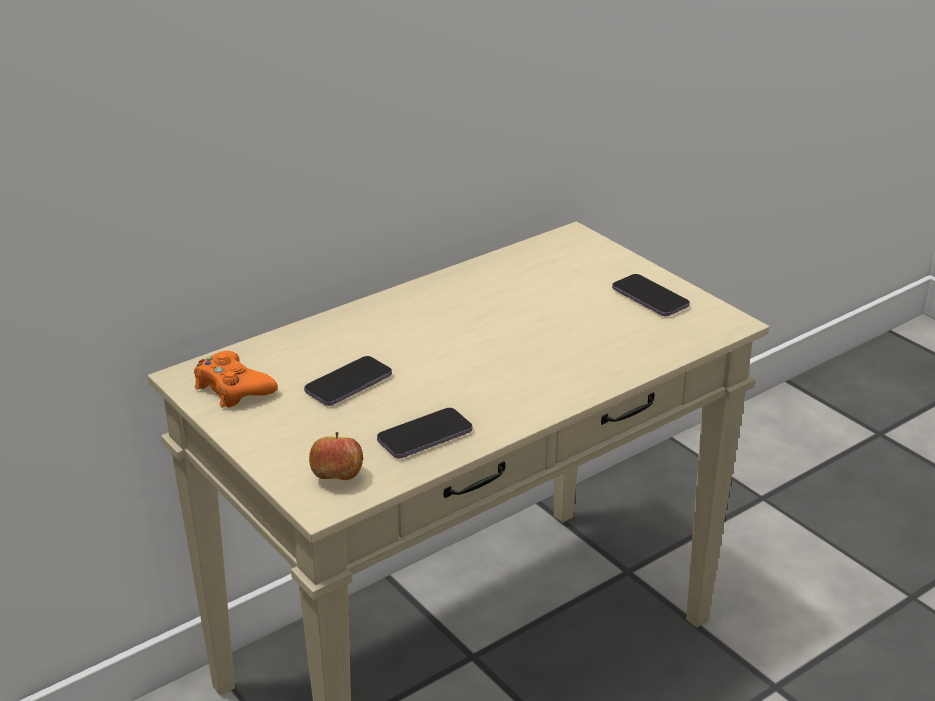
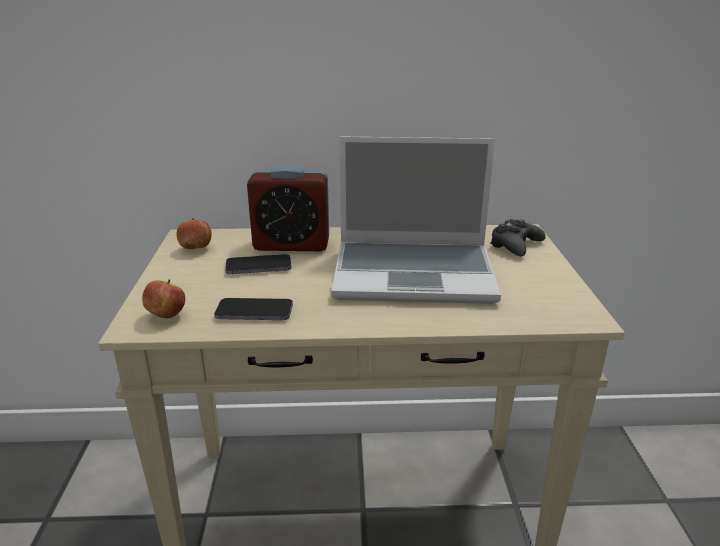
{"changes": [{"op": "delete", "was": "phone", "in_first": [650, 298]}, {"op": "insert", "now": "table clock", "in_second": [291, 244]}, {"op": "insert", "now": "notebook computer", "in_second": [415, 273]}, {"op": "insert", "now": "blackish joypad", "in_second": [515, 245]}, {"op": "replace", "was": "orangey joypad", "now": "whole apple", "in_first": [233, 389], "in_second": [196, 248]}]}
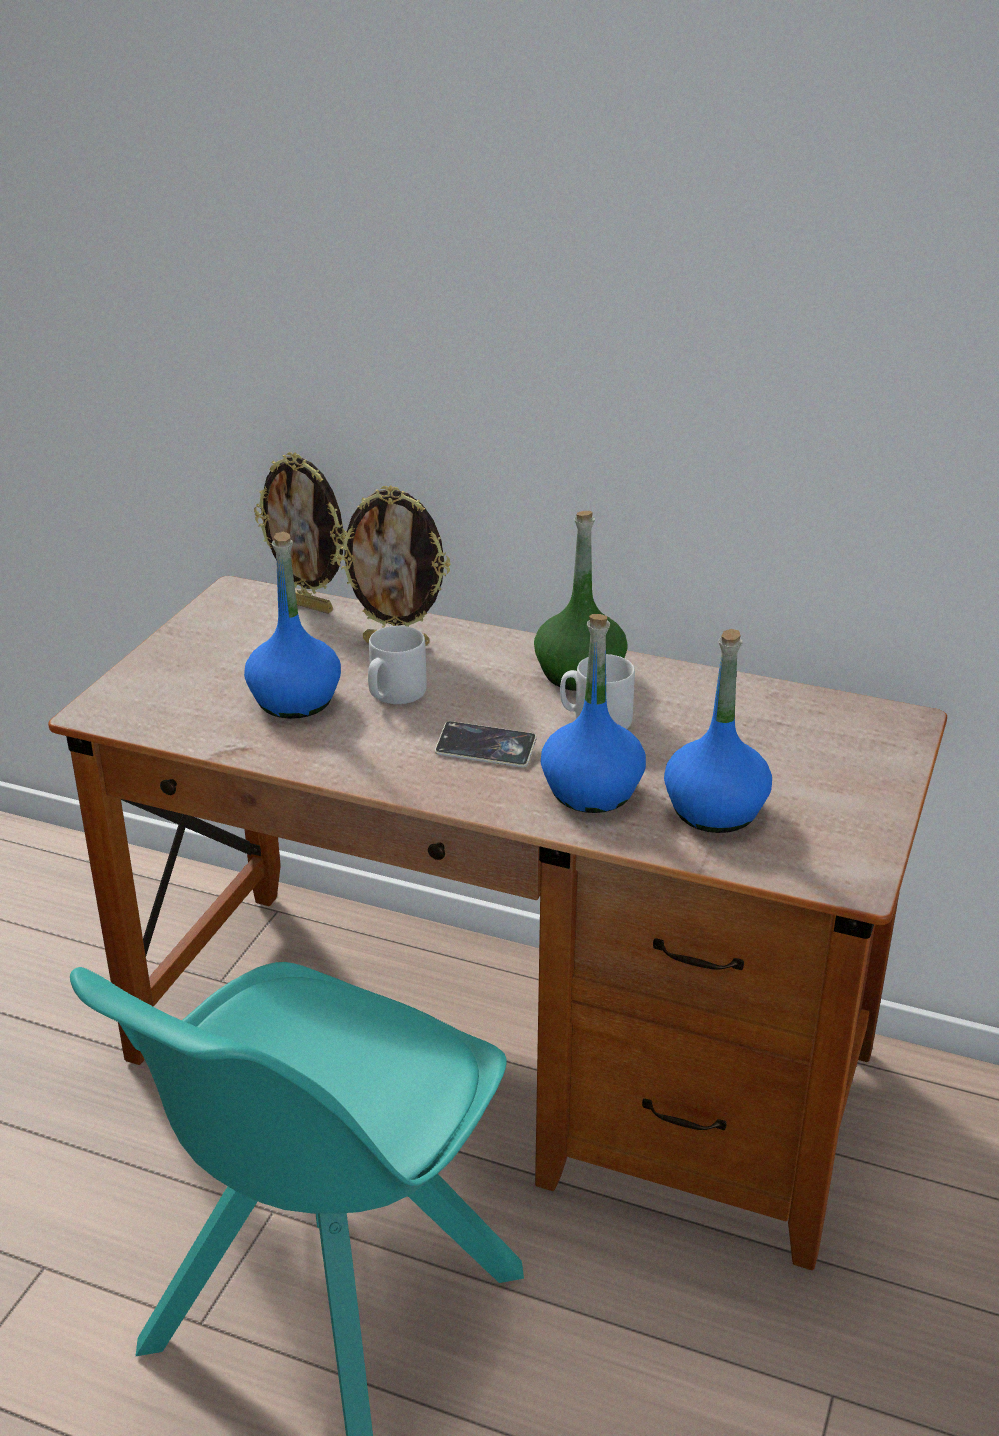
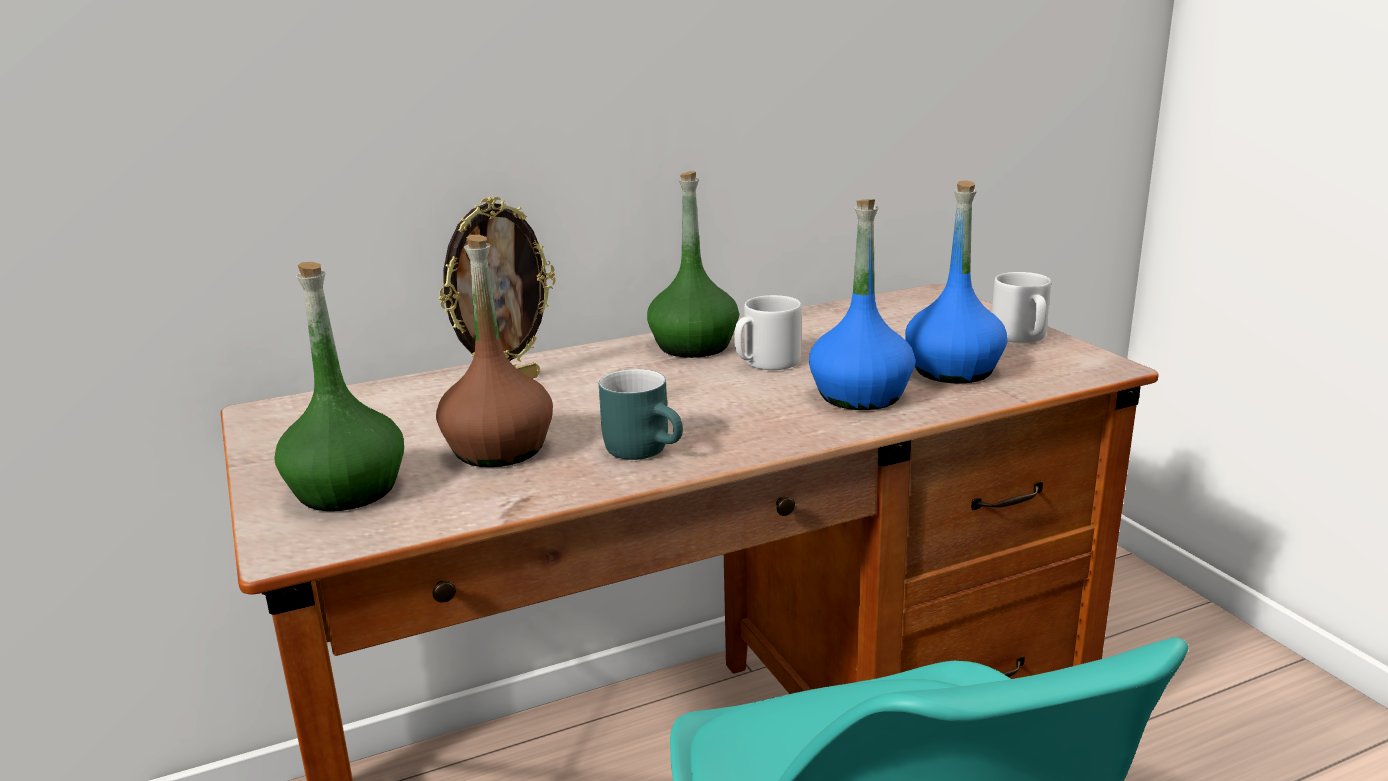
{"changes": [{"op": "delete", "was": "photo frame", "in_first": [308, 605]}, {"op": "delete", "was": "phone", "in_first": [485, 750]}, {"op": "insert", "now": "greenish beverage bottle", "in_second": [348, 490]}, {"op": "insert", "now": "turquoise tea mug", "in_second": [647, 449]}, {"op": "move", "was": "grey tea mug", "in_first": [394, 694], "in_second": [1021, 337]}, {"op": "recolor", "was": "blue-coloured beverage bottle", "now": "brown beverage bottle", "in_first": [295, 701], "in_second": [499, 449]}]}
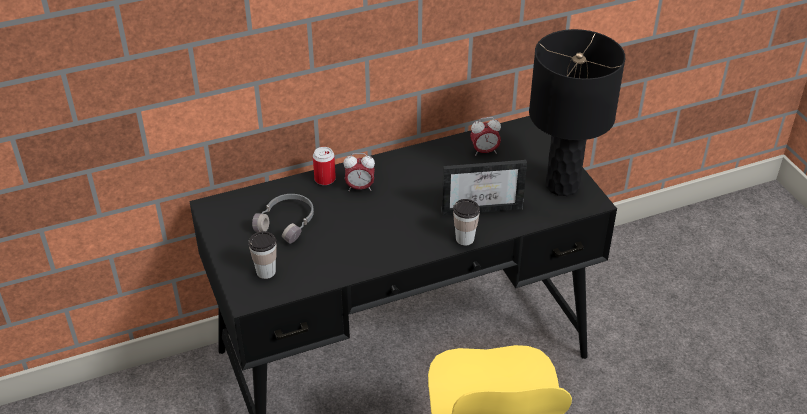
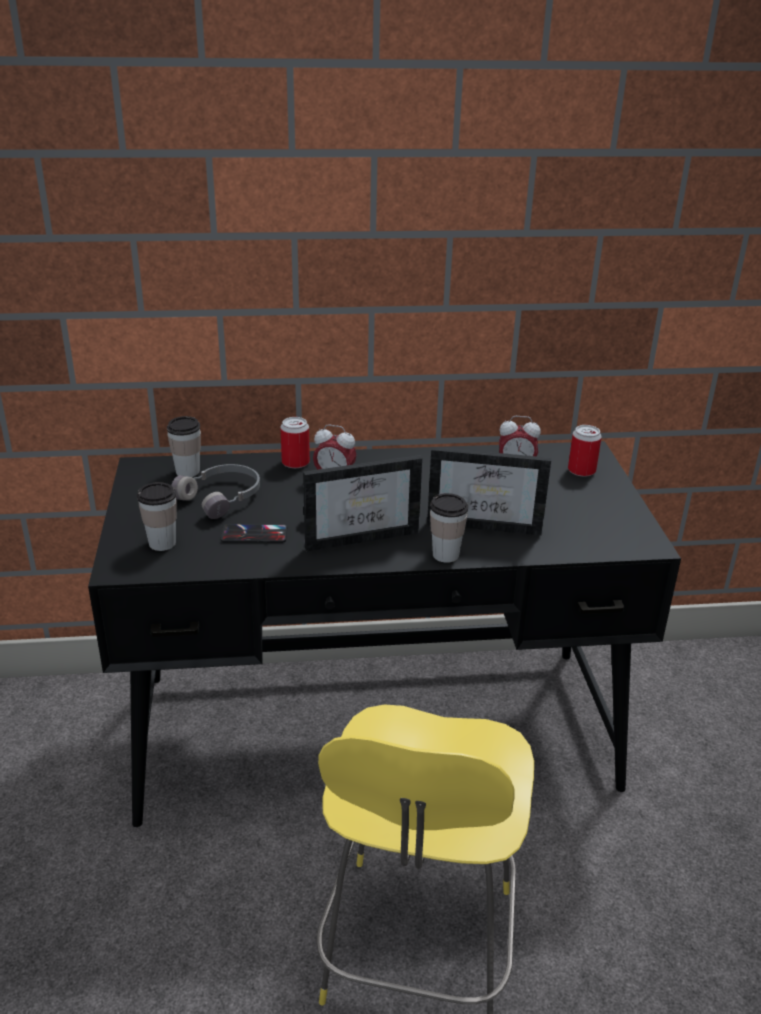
{"changes": [{"op": "delete", "was": "blackish tabletop lamp", "in_first": [563, 185]}, {"op": "insert", "now": "drinking cup", "in_second": [187, 471]}, {"op": "insert", "now": "phone", "in_second": [254, 534]}, {"op": "insert", "now": "photo frame", "in_second": [361, 534]}, {"op": "insert", "now": "can", "in_second": [581, 470]}]}
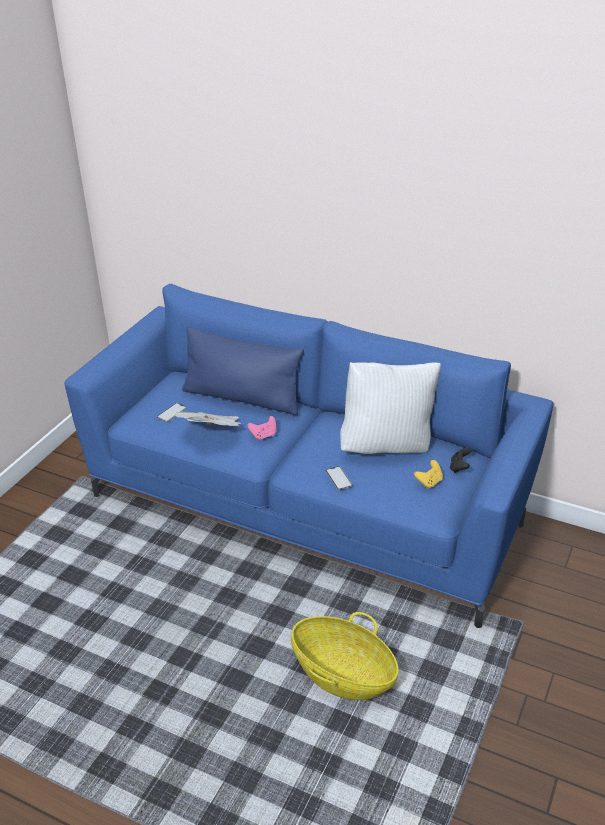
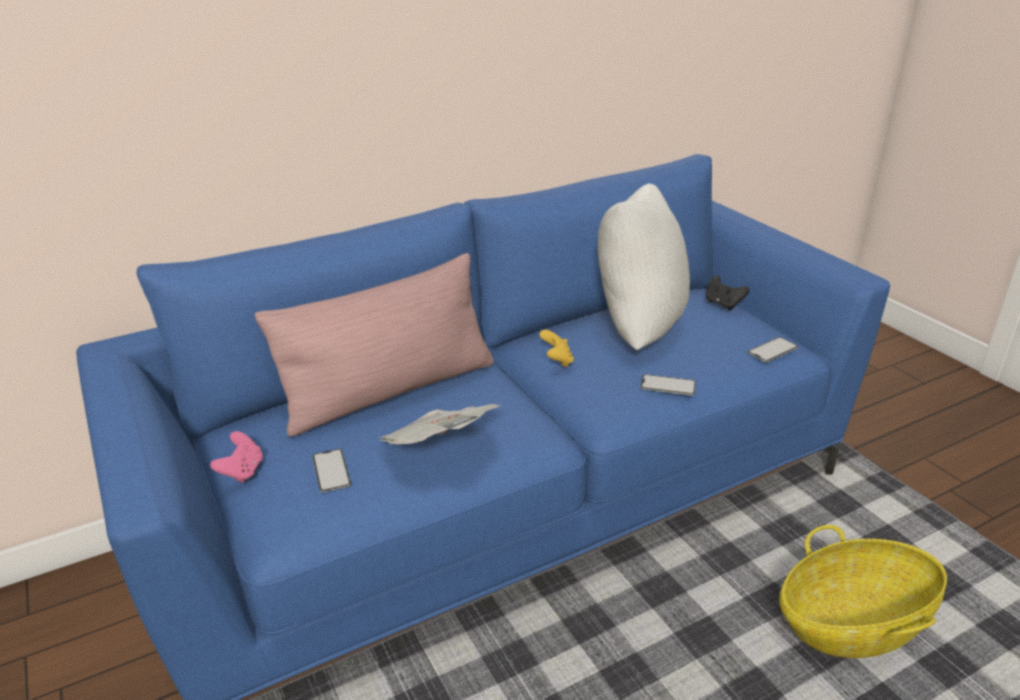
{"changes": [{"op": "insert", "now": "phone", "in_second": [772, 350]}, {"op": "move", "was": "pink-coloured joypad", "in_first": [264, 435], "in_second": [242, 471]}, {"op": "move", "was": "yellowish joypad", "in_first": [429, 482], "in_second": [557, 361]}, {"op": "recolor", "was": "blue-coloured cushion", "now": "pink-coloured cushion", "in_first": [242, 398], "in_second": [390, 391]}]}
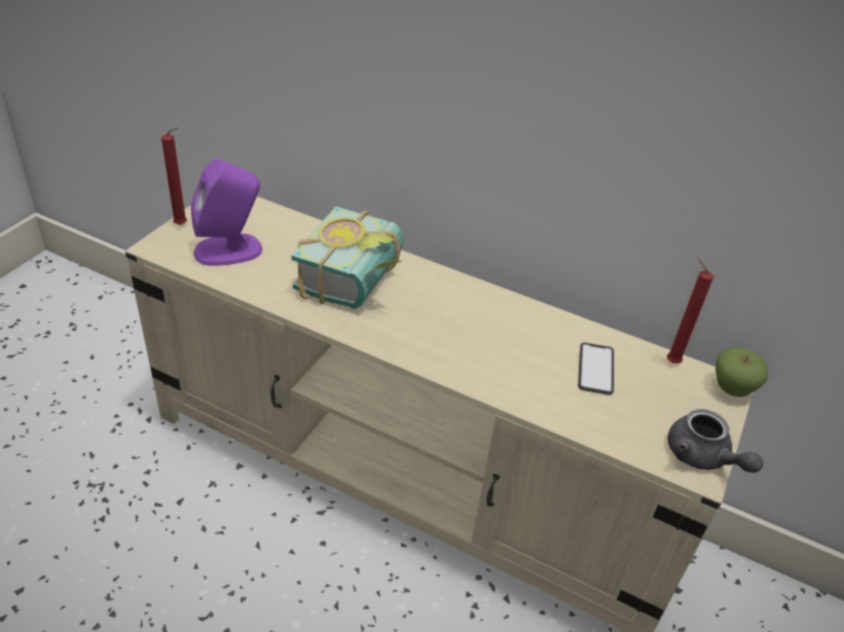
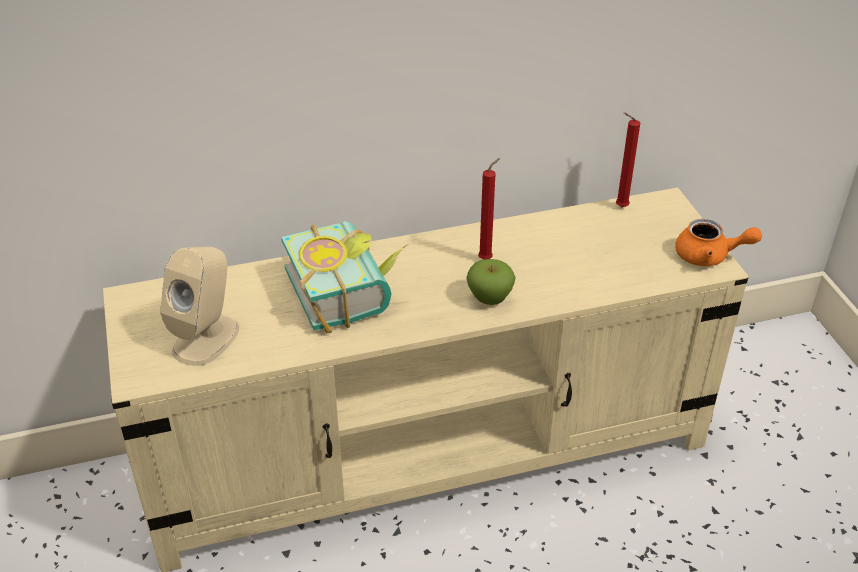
{"changes": [{"op": "delete", "was": "phone", "in_first": [596, 369]}, {"op": "move", "was": "red-coloured wax candle", "in_first": [182, 225], "in_second": [487, 259]}, {"op": "move", "was": "whole apple", "in_first": [732, 389], "in_second": [490, 298]}, {"op": "recolor", "was": "purple-coloured speaker", "now": "sand-coloured speaker", "in_first": [229, 250], "in_second": [206, 338]}, {"op": "recolor", "was": "grey pot for tea", "now": "orangey pot for tea", "in_first": [703, 457], "in_second": [709, 256]}]}
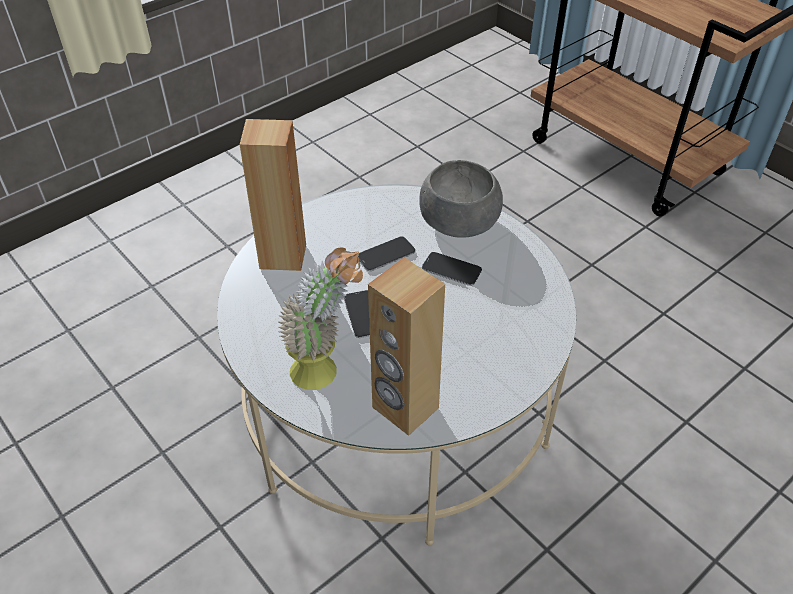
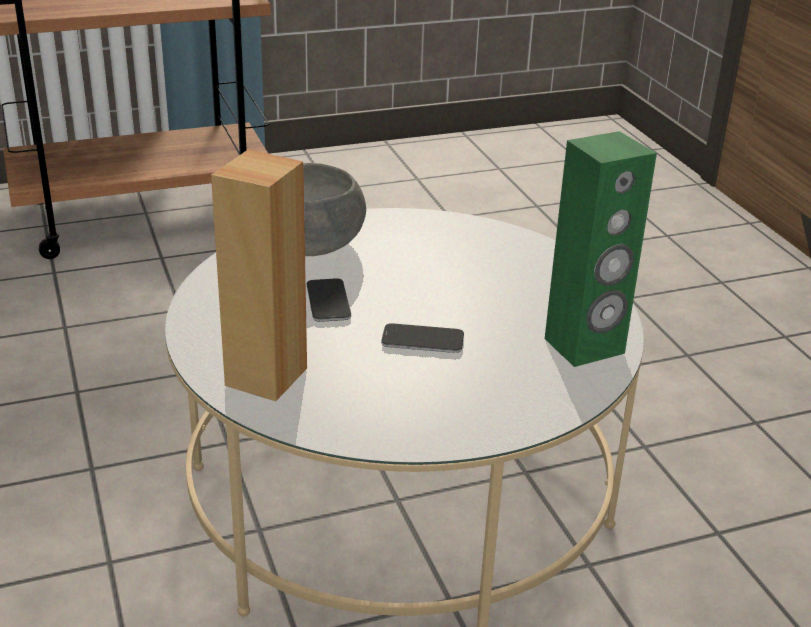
{"changes": [{"op": "delete", "was": "potted plant", "in_first": [326, 372]}, {"op": "delete", "was": "phone", "in_first": [451, 270]}, {"op": "recolor", "was": "brown speaker", "now": "greenish speaker", "in_first": [404, 408], "in_second": [585, 346]}]}
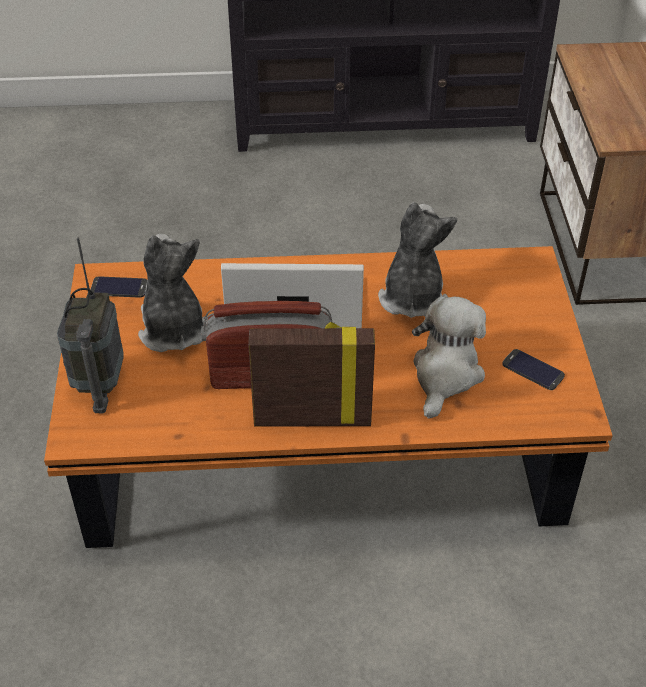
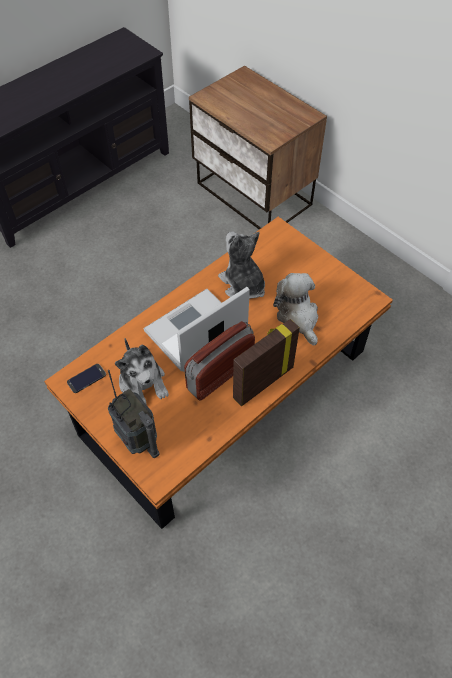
{"changes": [{"op": "delete", "was": "phone", "in_first": [533, 370]}, {"op": "rotate", "was": "plush toy", "in_first": [173, 329], "in_second": [143, 382], "clockwise": -150}]}
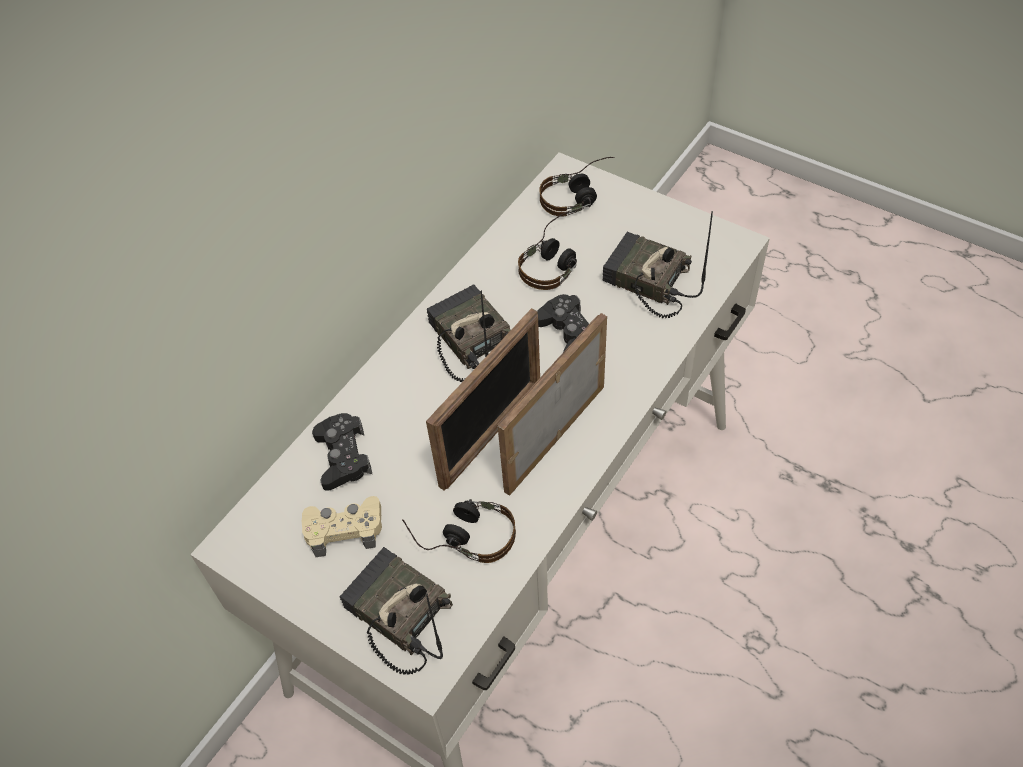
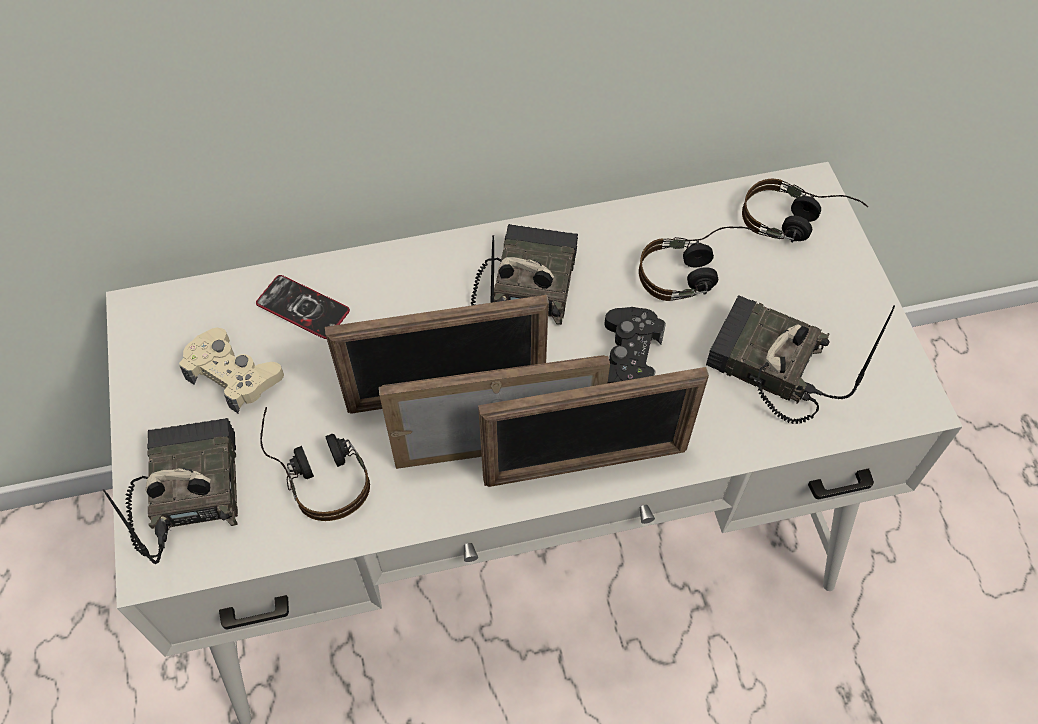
{"changes": [{"op": "insert", "now": "photo frame", "in_second": [586, 465]}, {"op": "replace", "was": "blackish joypad", "now": "phone", "in_first": [343, 457], "in_second": [303, 308]}, {"op": "rotate", "was": "radio receiver", "in_first": [646, 282], "in_second": [765, 367], "clockwise": -45}]}
